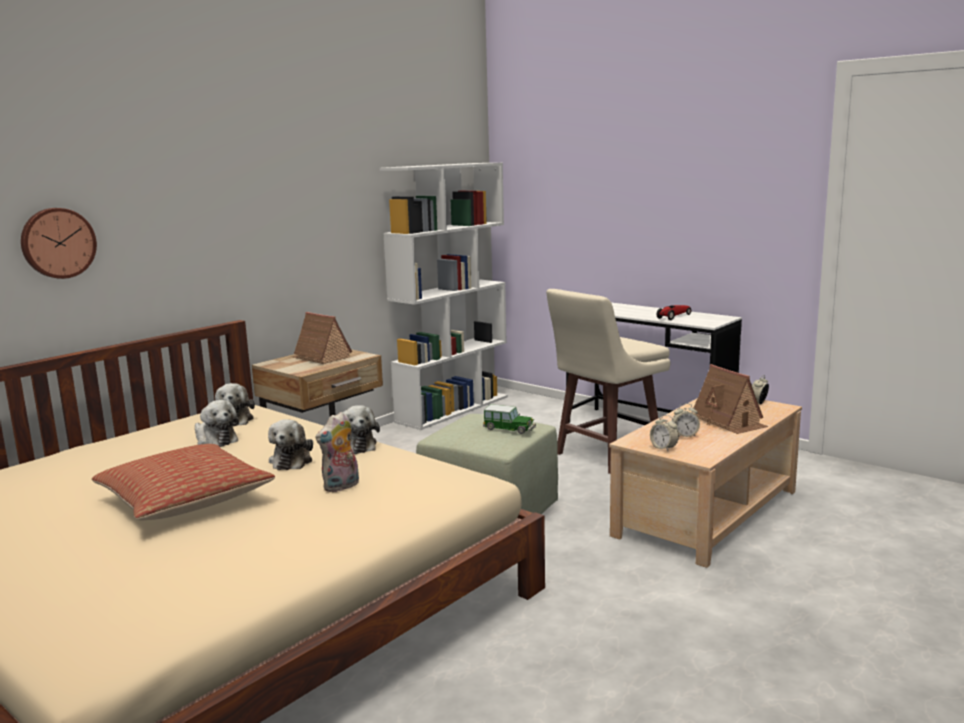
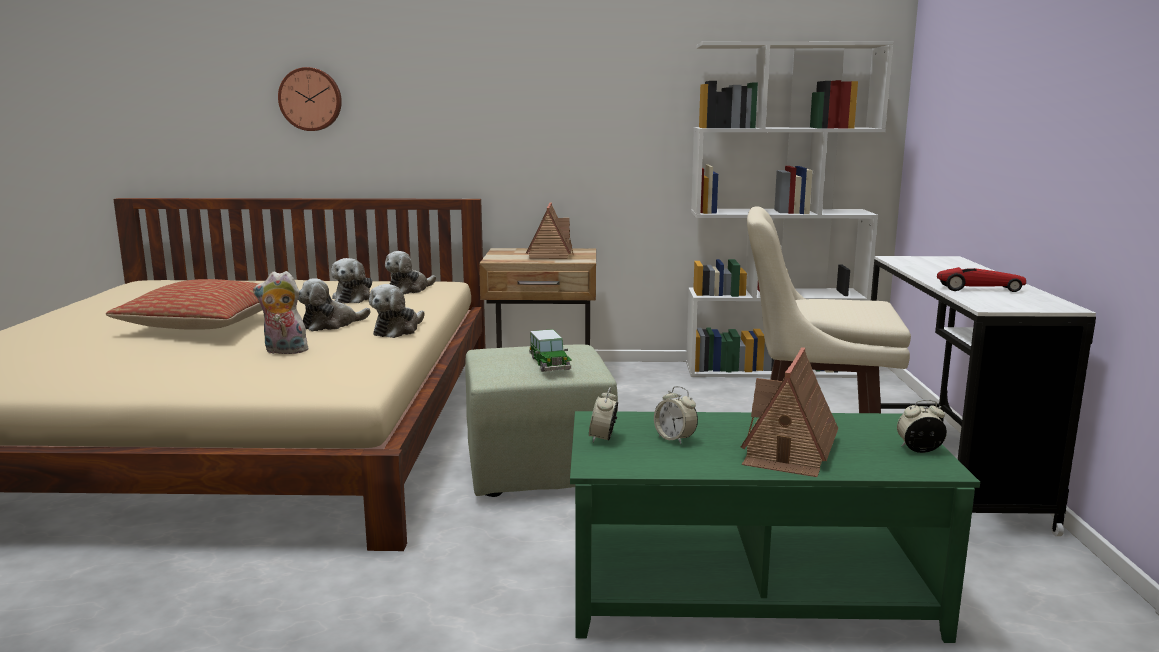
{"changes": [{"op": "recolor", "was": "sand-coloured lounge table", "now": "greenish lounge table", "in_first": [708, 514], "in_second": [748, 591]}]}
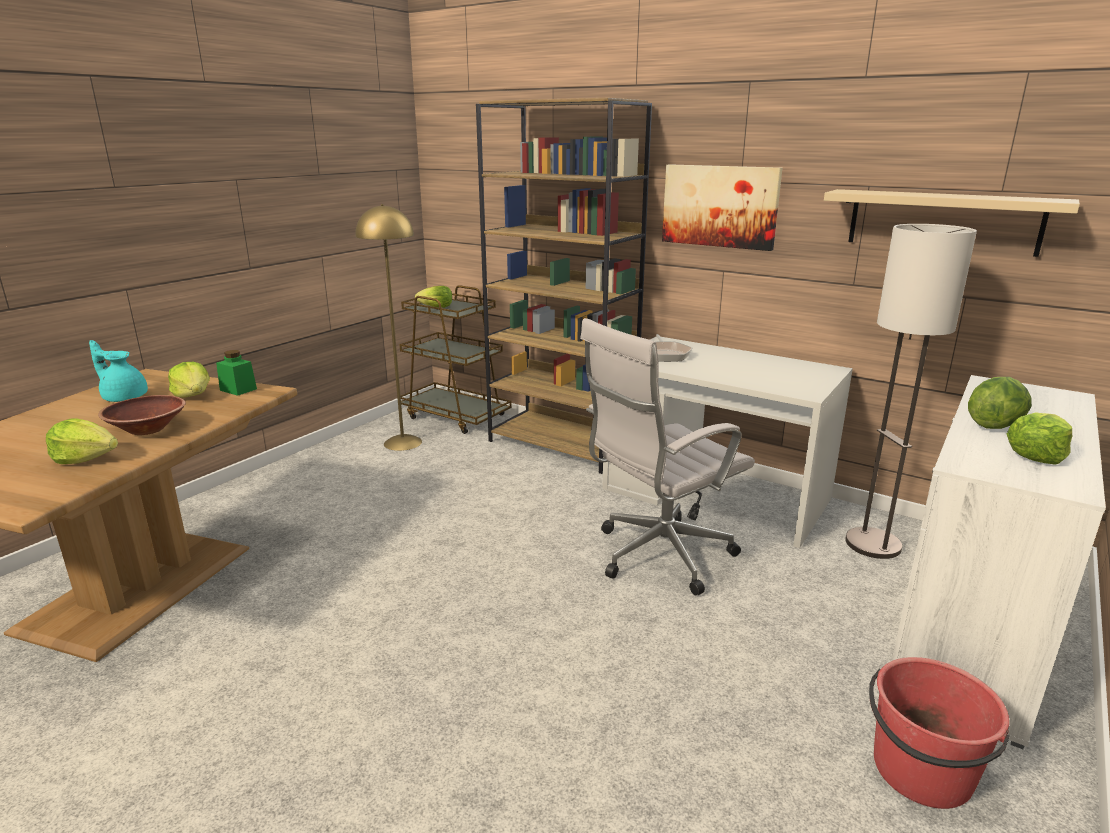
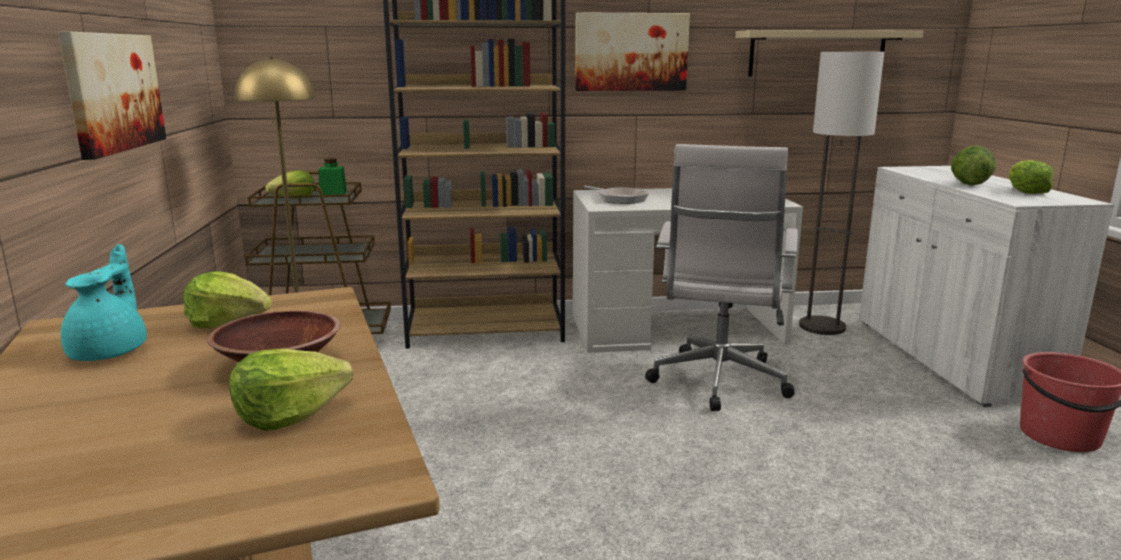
{"changes": [{"op": "insert", "now": "wall art", "in_second": [113, 92]}, {"op": "move", "was": "greenish storage jar", "in_first": [238, 389], "in_second": [333, 193]}, {"op": "rotate", "was": "turquoise pot for tea", "in_first": [124, 397], "in_second": [111, 351], "clockwise": 105}]}
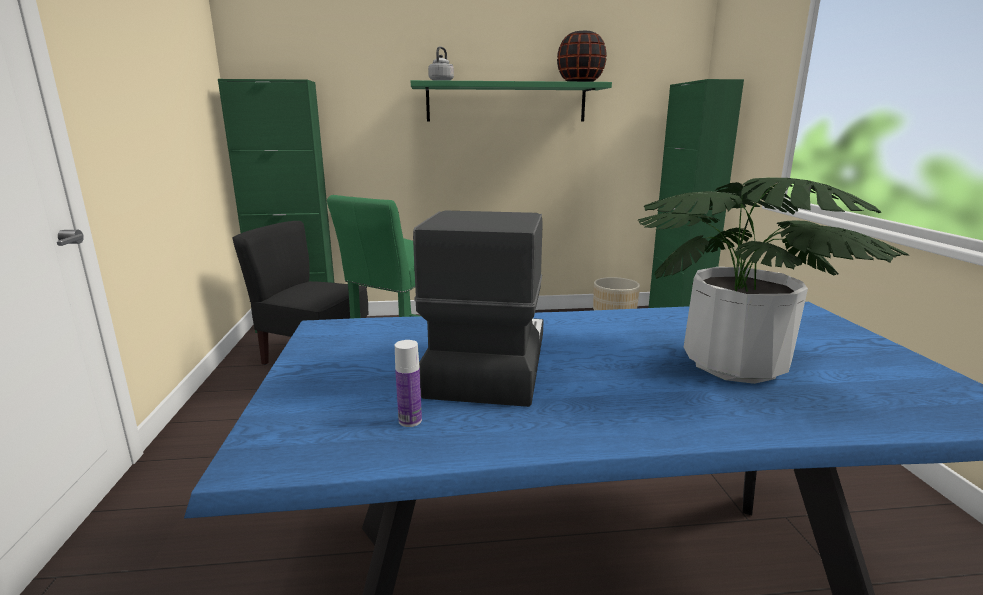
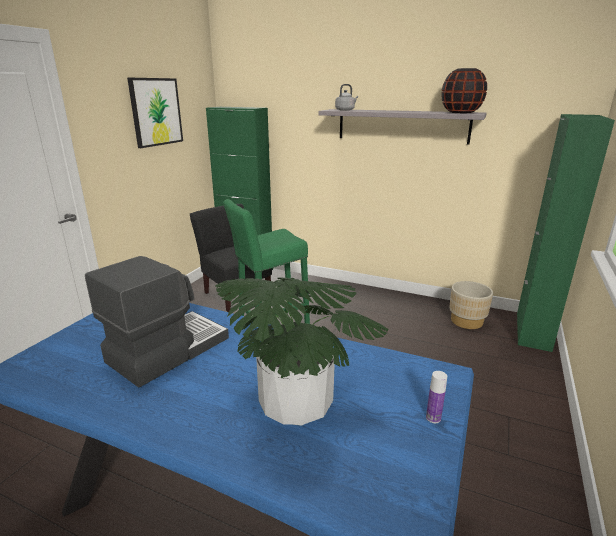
{"changes": [{"op": "insert", "now": "wall art", "in_second": [156, 112]}, {"op": "move", "was": "beverage bottle", "in_first": [410, 420], "in_second": [433, 418]}, {"op": "recolor", "was": "greenish bracket shelf", "now": "grey bracket shelf", "in_first": [506, 103], "in_second": [402, 126]}]}
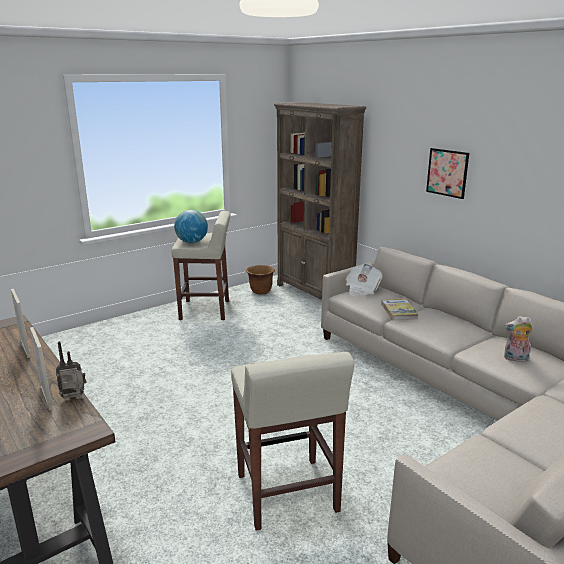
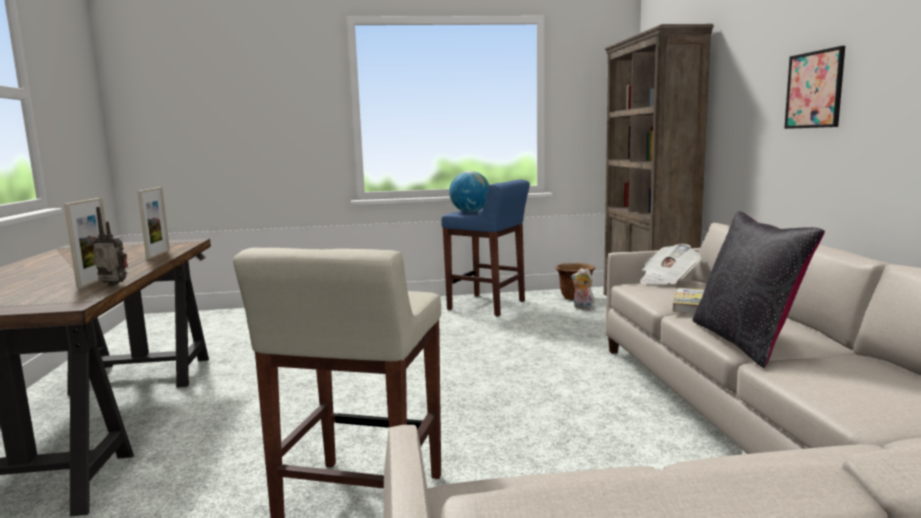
{"changes": [{"op": "insert", "now": "blackish cushion", "in_second": [745, 341]}, {"op": "move", "was": "plush toy", "in_first": [515, 359], "in_second": [582, 308]}, {"op": "recolor", "was": "sand-coloured sitting stool", "now": "blue-coloured sitting stool", "in_first": [206, 310], "in_second": [487, 305]}]}
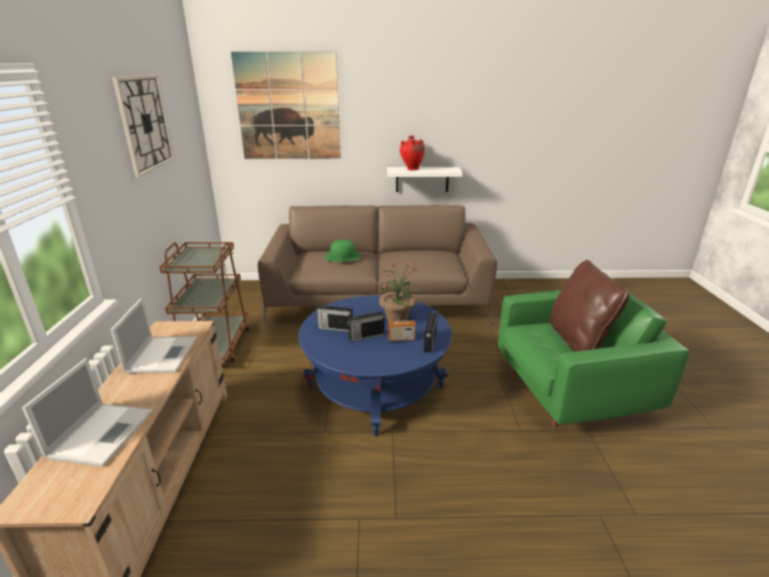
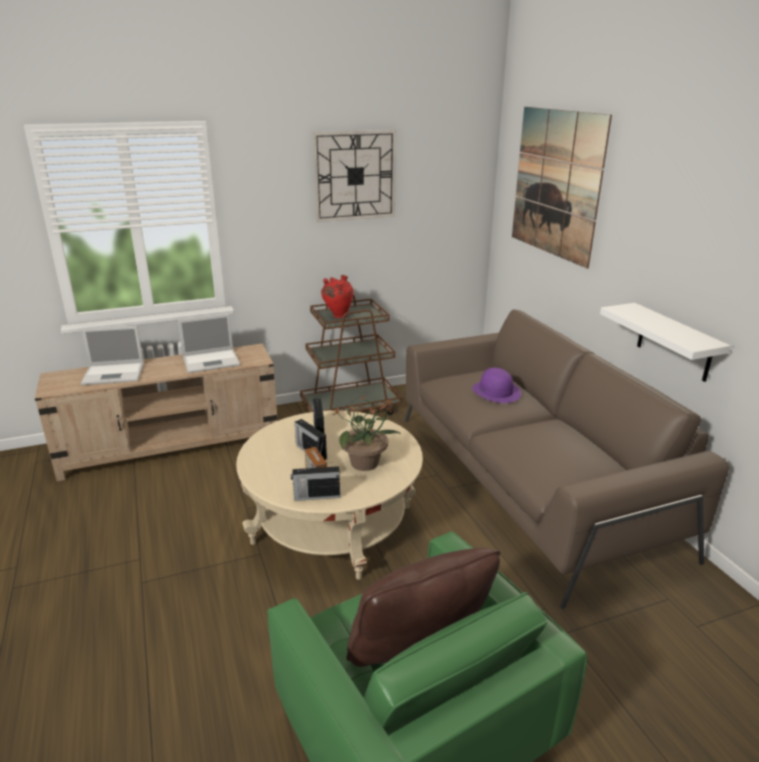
{"changes": [{"op": "move", "was": "red-coloured decorative vase", "in_first": [411, 169], "in_second": [338, 316]}, {"op": "recolor", "was": "blue-coloured lounge table", "now": "sand-coloured lounge table", "in_first": [376, 387], "in_second": [332, 524]}, {"op": "recolor", "was": "greenish clothing hat", "now": "purple-coloured clothing hat", "in_first": [343, 256], "in_second": [496, 391]}]}
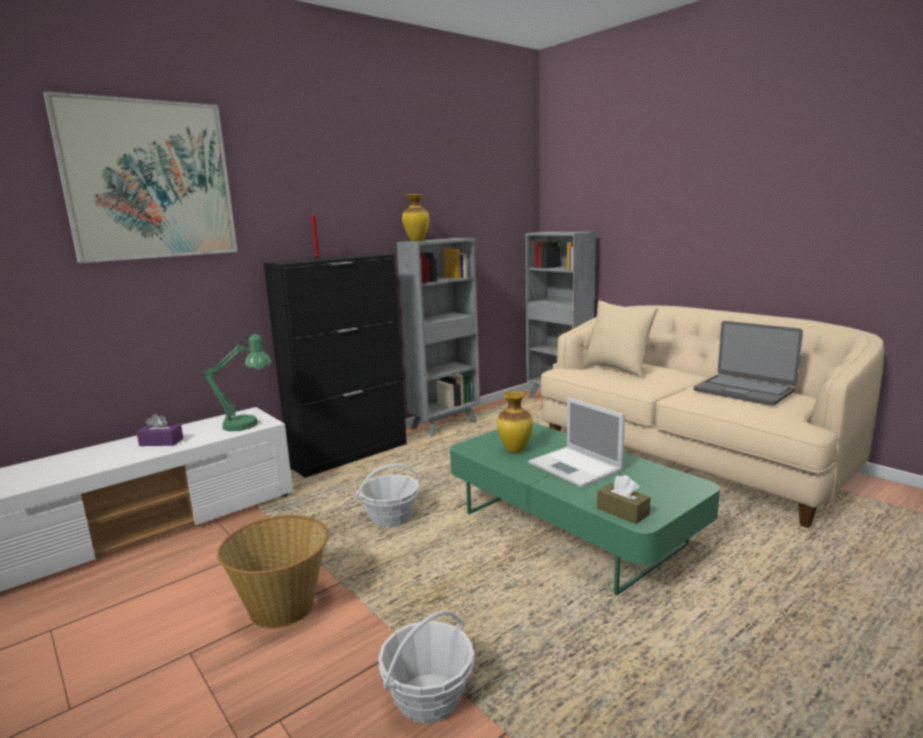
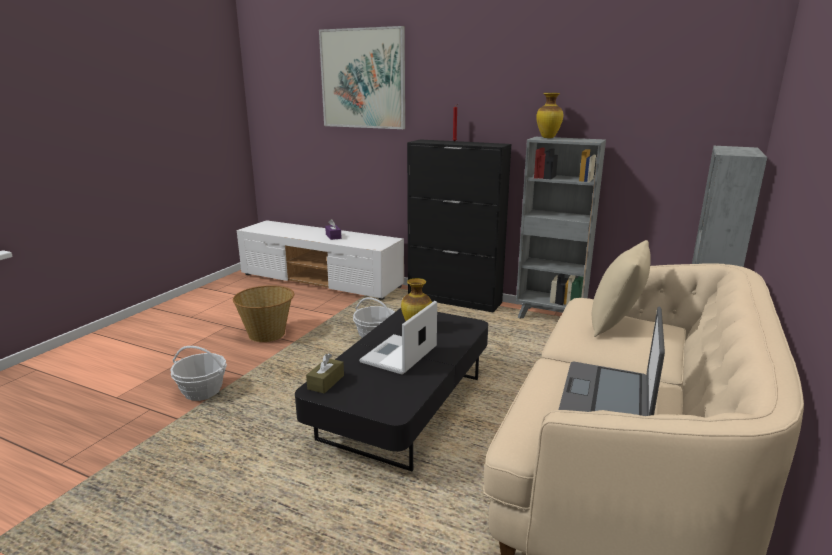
{"changes": [{"op": "delete", "was": "greenish tabletop lamp", "in_first": [248, 424]}, {"op": "recolor", "was": "greenish lounge table", "now": "blackish lounge table", "in_first": [571, 529], "in_second": [403, 407]}]}
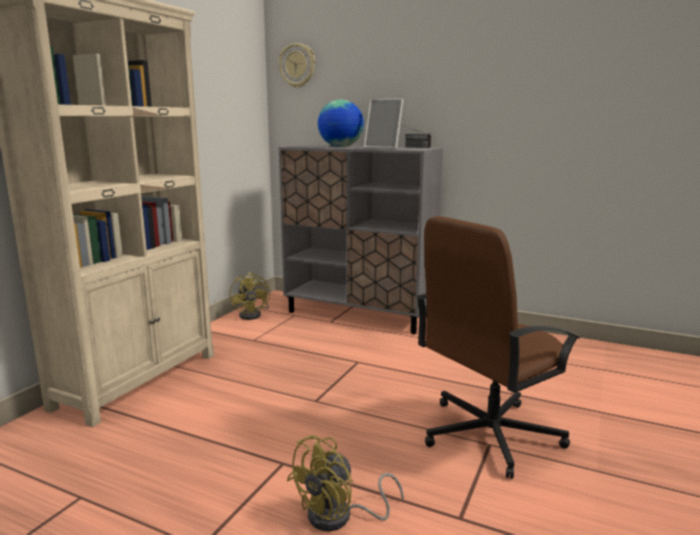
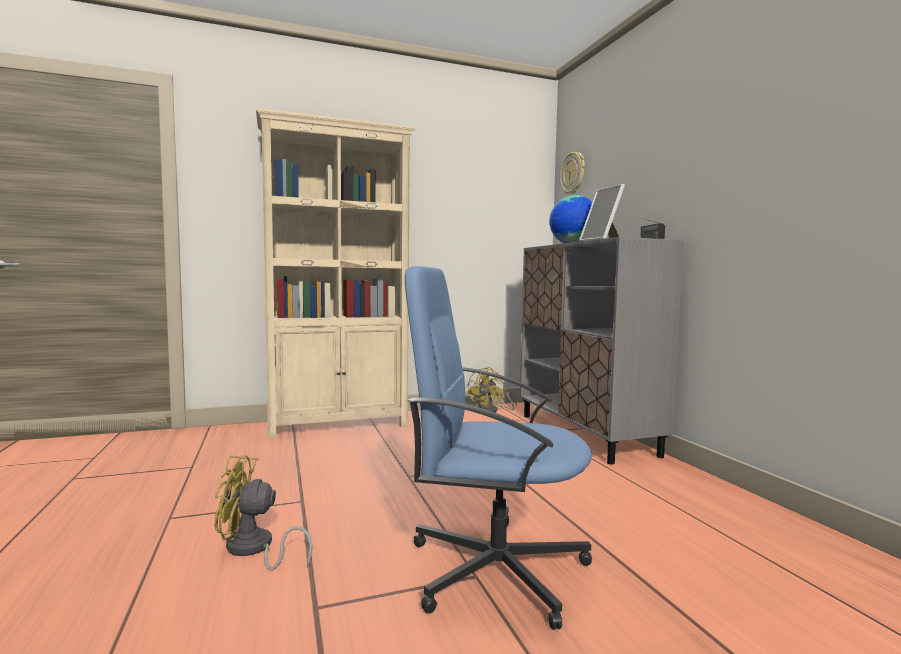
{"changes": [{"op": "recolor", "was": "brown computer chair", "now": "blue-coloured computer chair", "in_first": [488, 434], "in_second": [494, 568]}]}
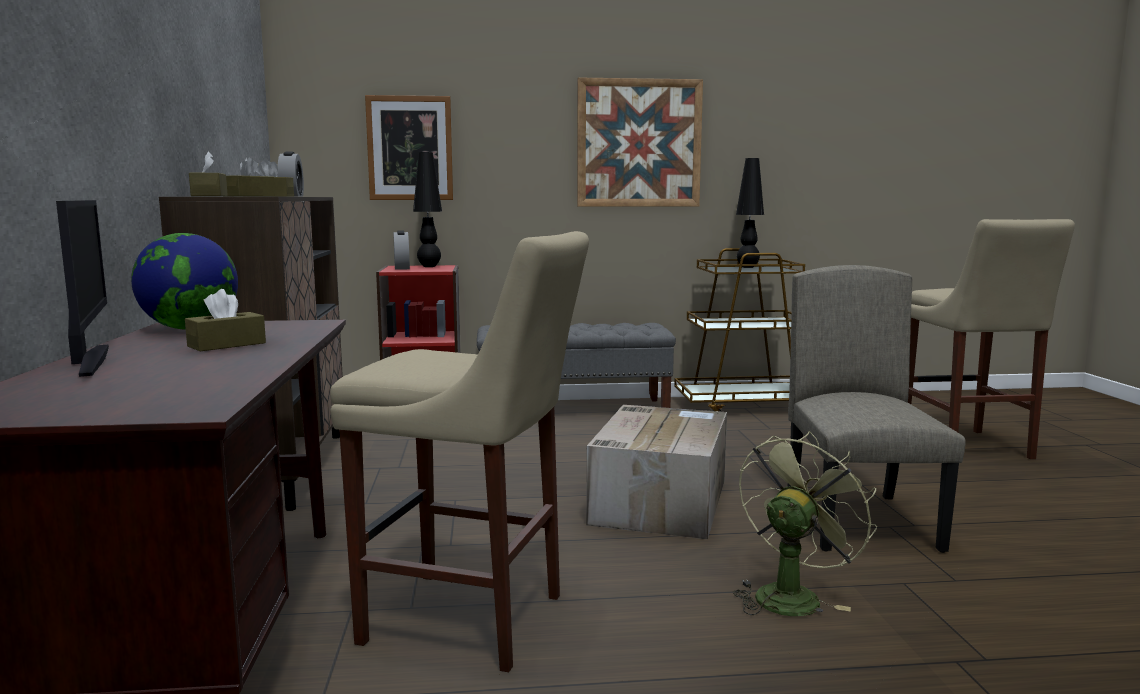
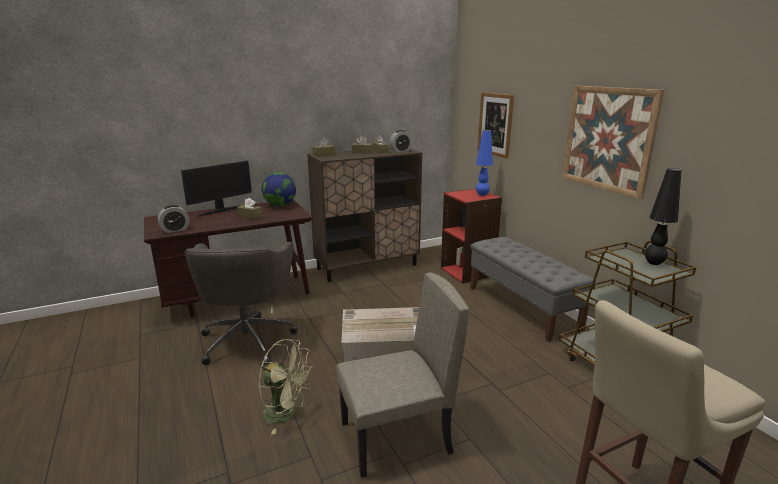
{"changes": [{"op": "move", "was": "table clock", "in_first": [402, 268], "in_second": [175, 230]}, {"op": "replace", "was": "sand-coloured sitting stool", "now": "grey computer chair", "in_first": [473, 621], "in_second": [248, 339]}, {"op": "recolor", "was": "blackish tabletop lamp", "now": "blue-coloured tabletop lamp", "in_first": [429, 266], "in_second": [482, 195]}]}
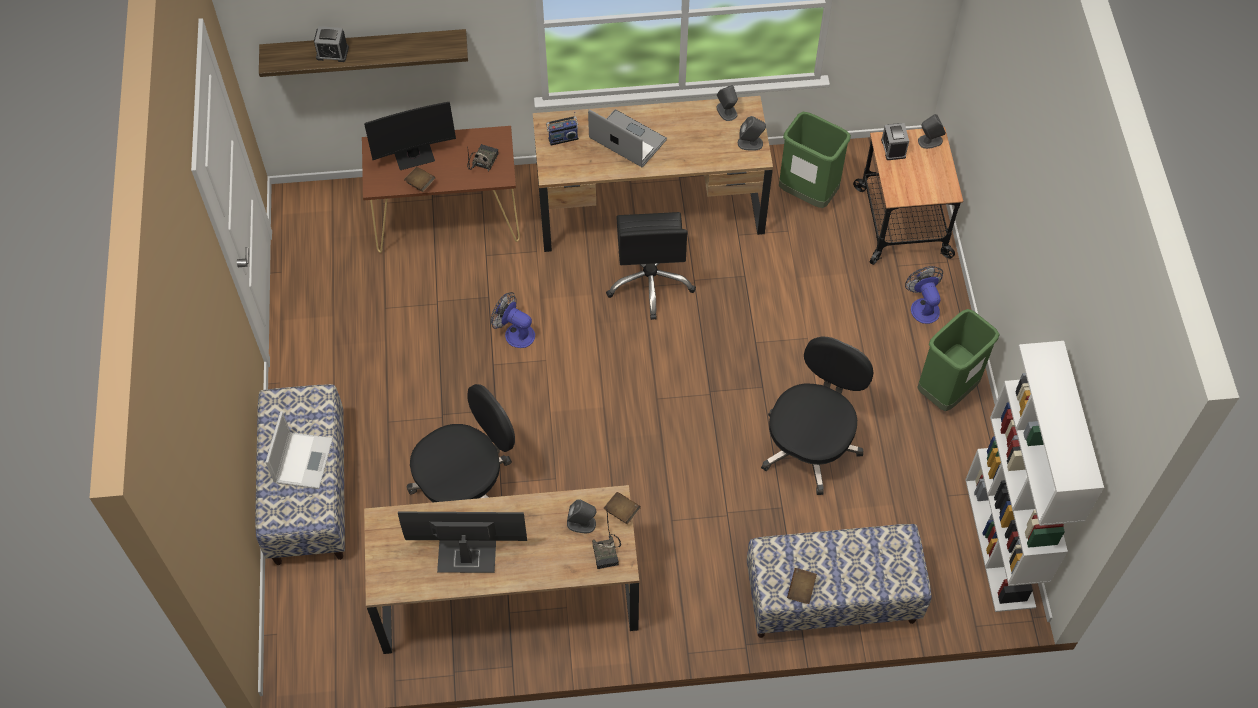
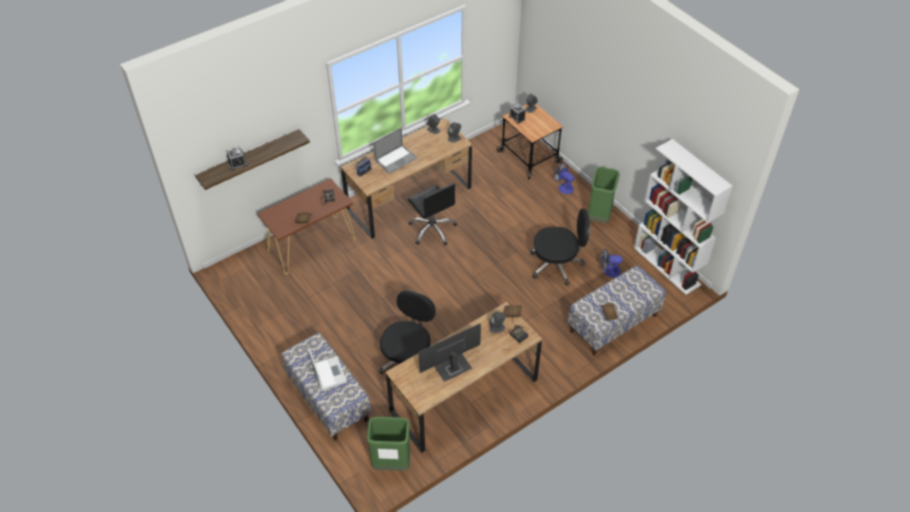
{"changes": [{"op": "delete", "was": "monitor", "in_first": [414, 155]}, {"op": "move", "was": "electric fan", "in_first": [515, 333], "in_second": [608, 271]}, {"op": "move", "was": "greenish trash can", "in_first": [807, 194], "in_second": [391, 463]}, {"op": "rotate", "was": "notebook computer", "in_first": [627, 139], "in_second": [395, 159], "clockwise": 135}, {"op": "rotate", "was": "blackish computer chair", "in_first": [810, 445], "in_second": [557, 265], "clockwise": 90}]}
